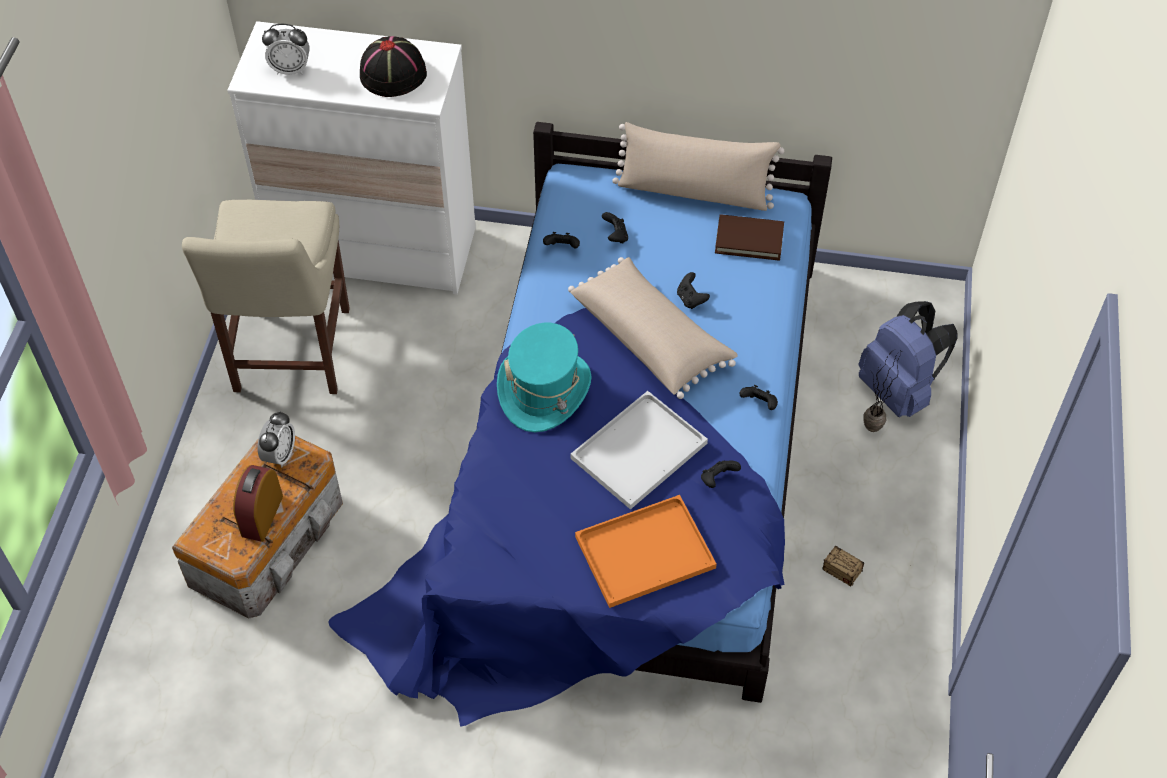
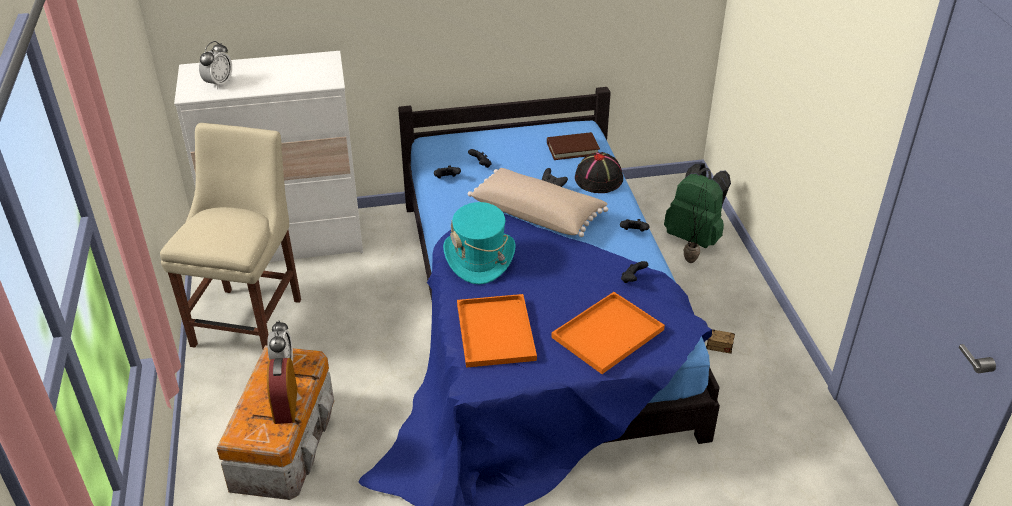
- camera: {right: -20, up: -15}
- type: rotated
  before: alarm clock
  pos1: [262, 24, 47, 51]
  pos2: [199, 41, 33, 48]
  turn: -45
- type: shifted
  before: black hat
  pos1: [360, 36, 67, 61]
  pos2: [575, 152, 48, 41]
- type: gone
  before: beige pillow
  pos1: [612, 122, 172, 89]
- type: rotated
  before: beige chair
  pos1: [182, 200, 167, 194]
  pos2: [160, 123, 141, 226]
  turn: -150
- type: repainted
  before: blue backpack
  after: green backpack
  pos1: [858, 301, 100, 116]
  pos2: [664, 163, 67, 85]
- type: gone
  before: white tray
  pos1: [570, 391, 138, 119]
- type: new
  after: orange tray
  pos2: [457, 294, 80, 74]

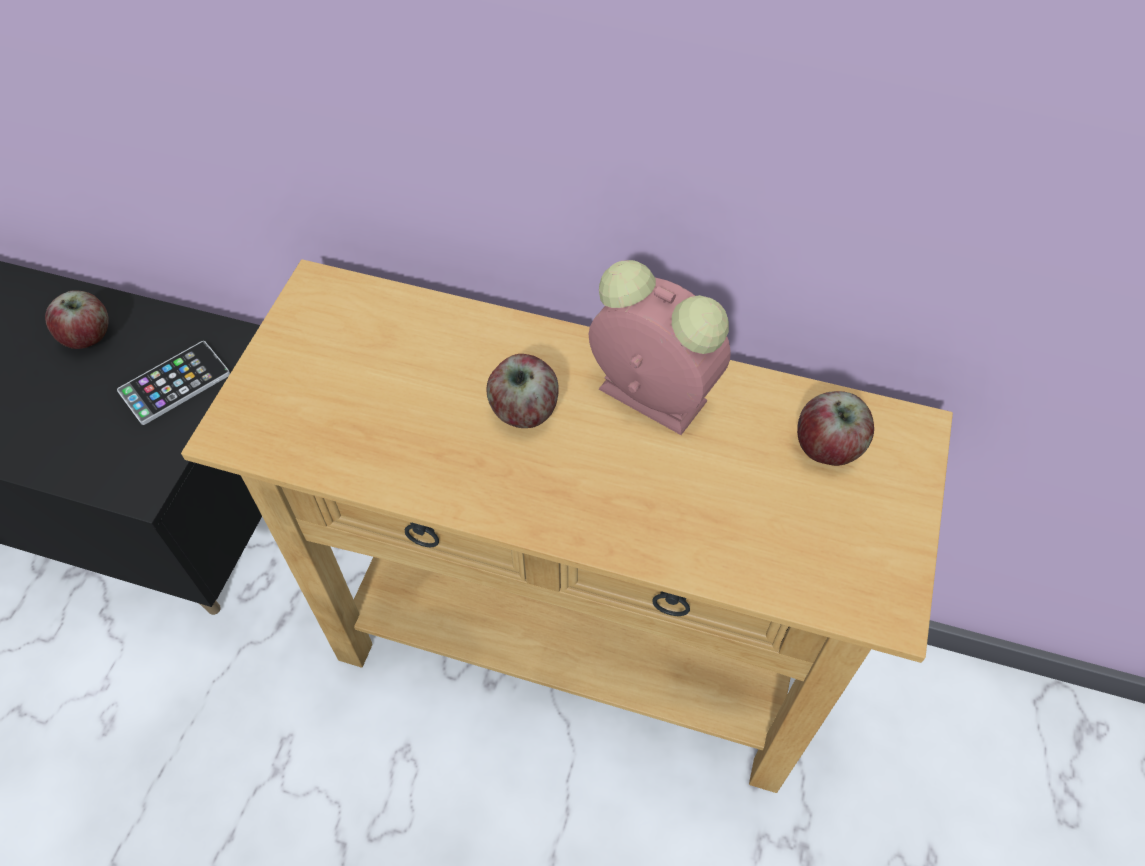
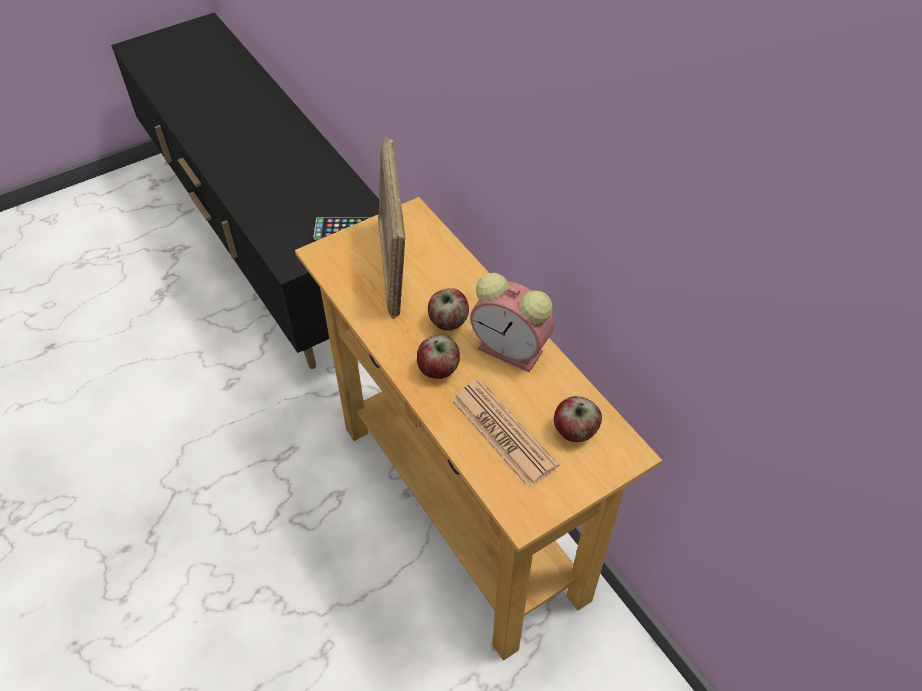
- camera: {right: 40, up: -5}
- type: rotated
  before: alarm clock
  pos1: [589, 260, 142, 175]
  pos2: [470, 273, 84, 99]
  turn: 135
- type: shifted
  before: apple
  pos1: [45, 291, 64, 58]
  pos2: [417, 335, 43, 44]
- type: new
  after: picture frame
  pos2: [378, 137, 27, 182]
- type: new
  after: newspaper
  pos2: [451, 379, 108, 109]

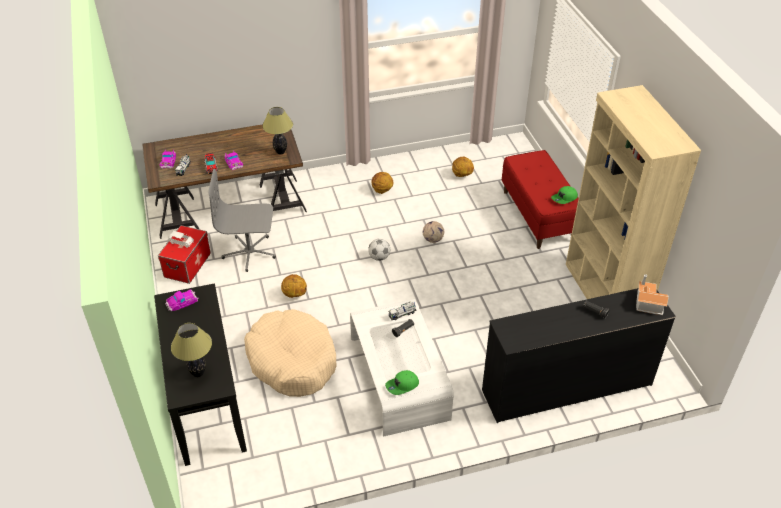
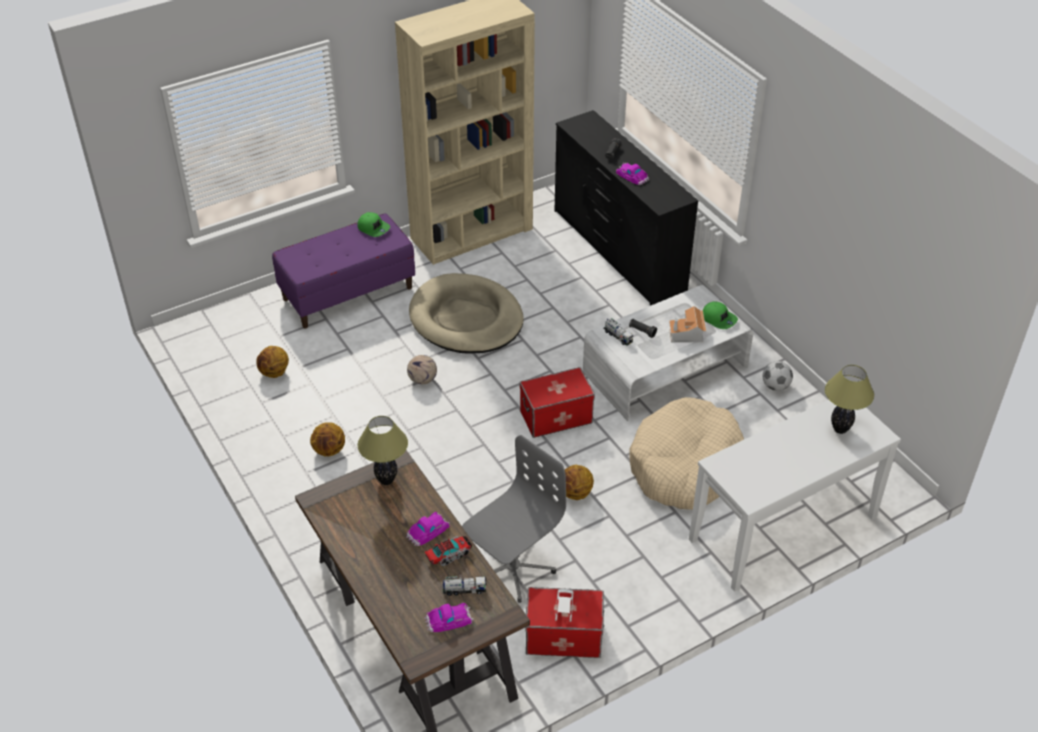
- camera: {right: -105, up: 0}
- type: repainted
  before: red bench
  after: purple bench
  pos1: [502, 150, 77, 99]
  pos2: [272, 213, 143, 115]
- type: rotated
  before: grey office chair
  pos1: [208, 169, 68, 103]
  pos2: [462, 435, 104, 168]
  turn: -120
- type: shifted
  before: football
  pos1: [368, 239, 22, 22]
  pos2: [763, 361, 30, 30]
- type: shifted
  before: toy house
  pos1: [636, 274, 33, 41]
  pos2: [669, 306, 37, 37]
- type: repainted
  before: black console table
  after: white console table
  pos1: [154, 283, 93, 183]
  pos2: [689, 400, 212, 192]
- type: shifted
  before: toy car
  pos1: [165, 290, 34, 21]
  pos2: [616, 163, 33, 22]
- type: new
  after: beige dog bed
  pos2: [409, 273, 115, 81]
- type: new
  after: storage box
  pos2: [520, 367, 75, 71]

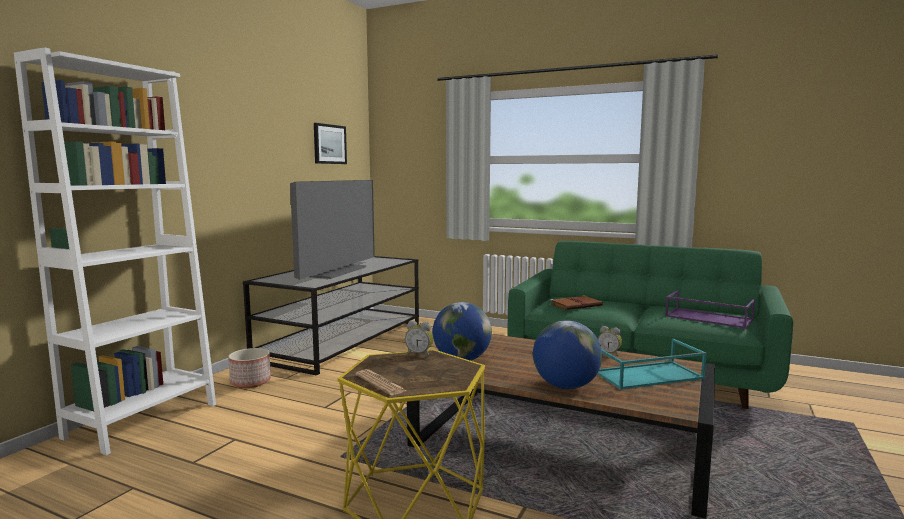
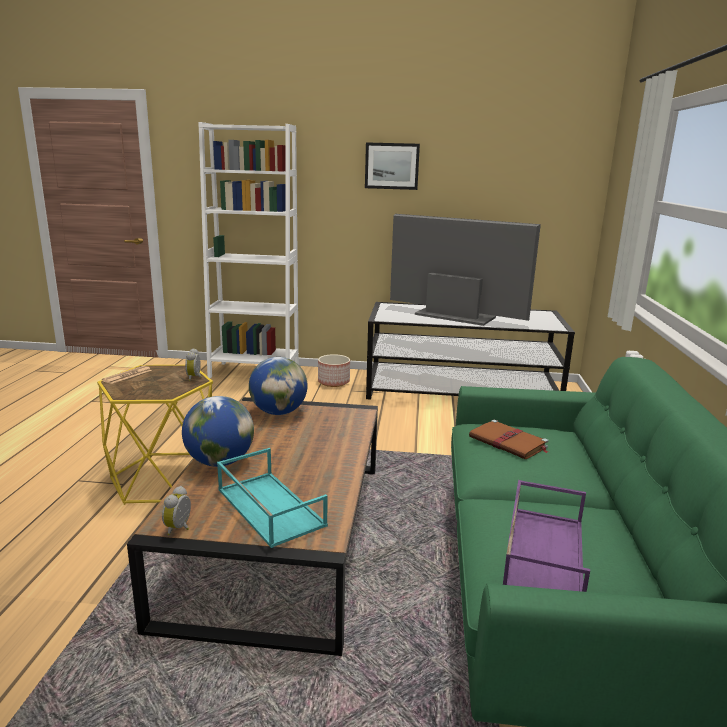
- camera: {right: 70, up: 10}
- type: shifted
  before: picture
  pos1: [314, 123, 33, 41]
  pos2: [365, 142, 55, 48]
- type: rotated
  before: television
  pos1: [290, 180, 85, 100]
  pos2: [390, 214, 151, 112]
  turn: -150
- type: shifted
  before: alarm clock
  pos1: [598, 326, 24, 31]
  pos2: [162, 486, 29, 50]

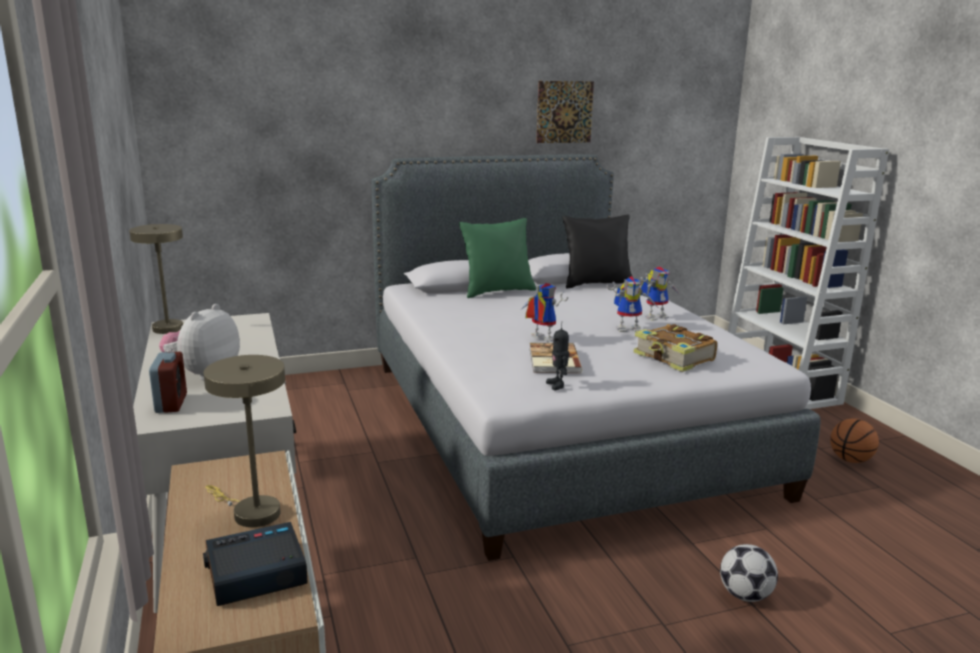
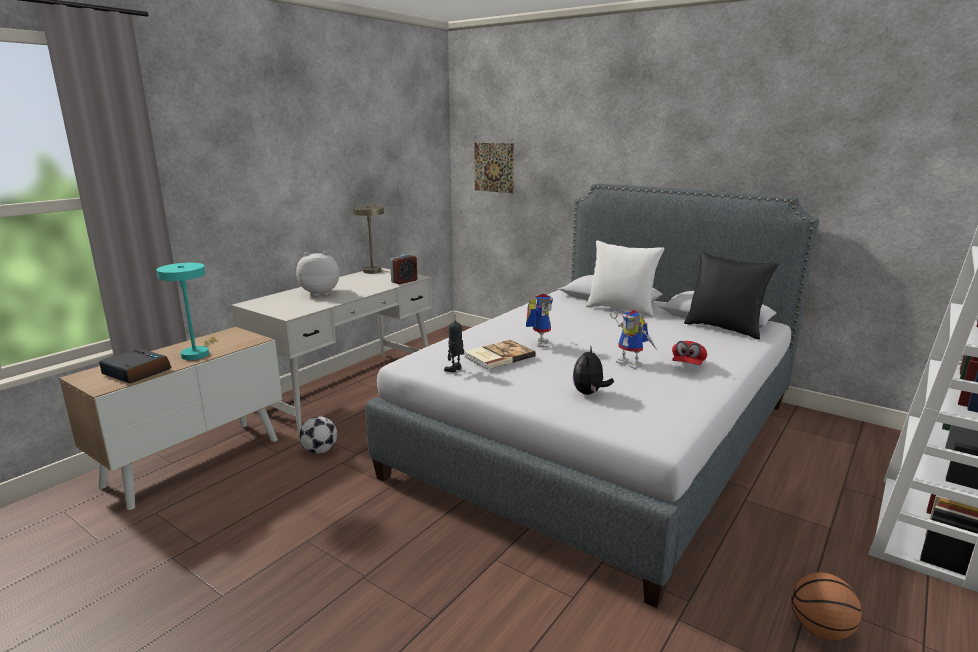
- camera: {right: 55, up: 0}
- type: shifted
  before: picture
  pos1: [536, 81, 58, 62]
  pos2: [474, 143, 40, 50]
- type: repainted
  before: green pillow
  after: white pillow
  pos1: [459, 218, 77, 80]
  pos2: [586, 240, 79, 77]
- type: swapped
  before: toy robot
  after: red cap
  pos1: [640, 267, 38, 54]
  pos2: [672, 341, 35, 24]
- type: swapped
  before: book
  after: plush toy
  pos1: [633, 324, 84, 48]
  pos2: [573, 345, 41, 50]
- type: shifted
  before: alarm clock
  pos1: [149, 352, 38, 61]
  pos2: [390, 254, 27, 30]
- type: repainted
  before: beige table lamp
  after: turquoise table lamp
  pos1: [203, 355, 82, 172]
  pos2: [156, 263, 61, 97]
- type: shifted
  before: football
  pos1: [720, 544, 58, 58]
  pos2: [299, 416, 38, 38]

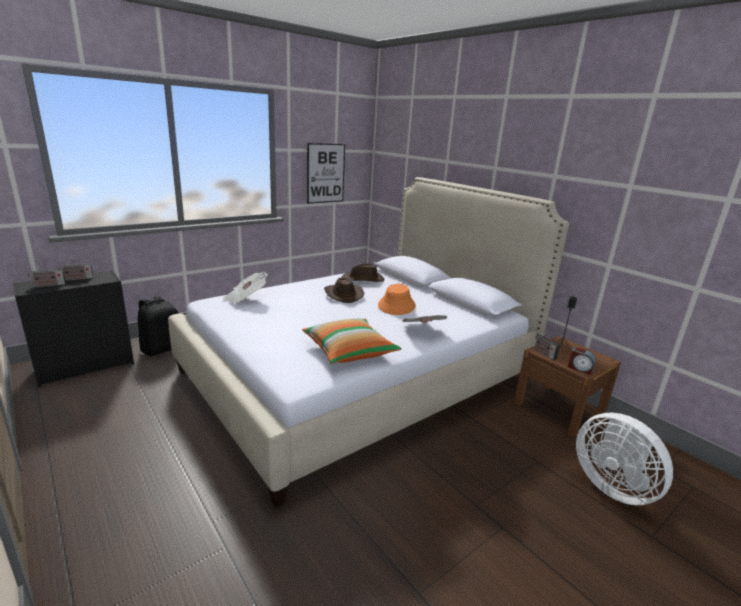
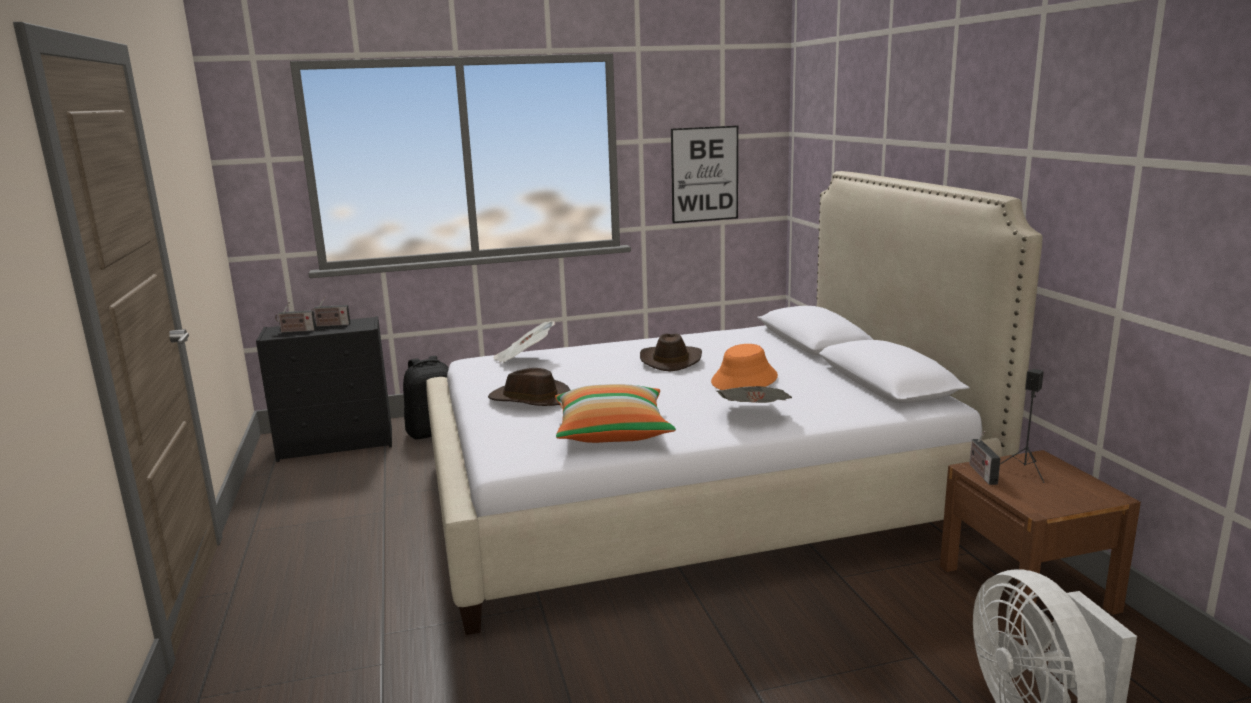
- camera: {right: 25, up: -5}
- type: shifted
  before: brown hat
  pos1: [342, 263, 42, 19]
  pos2: [488, 368, 82, 38]
- type: gone
  before: alarm clock
  pos1: [568, 347, 28, 28]

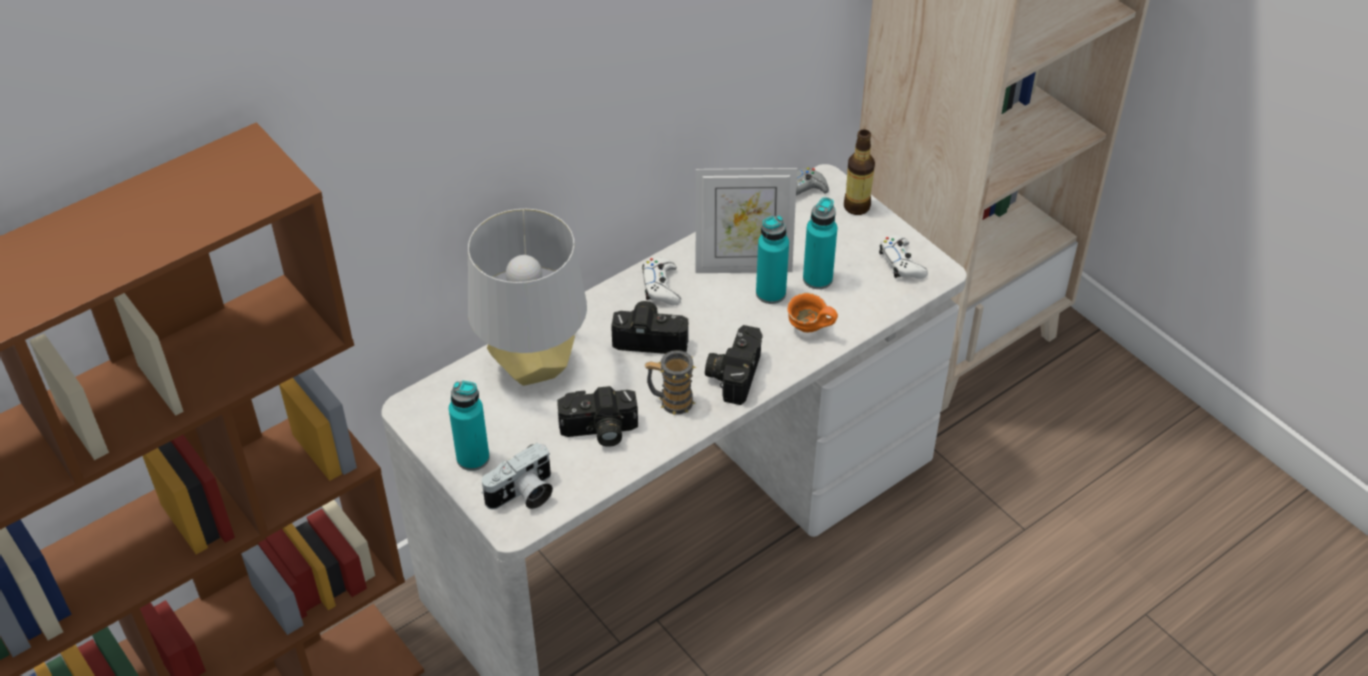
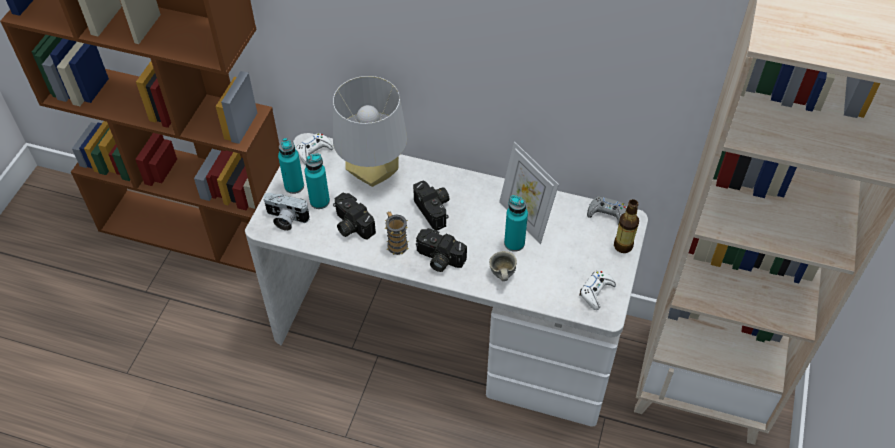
- camera: {right: 55, up: 5}
- type: shifted
  before: turquoise bottle
  pos1: [803, 197, 34, 92]
  pos2: [304, 154, 26, 55]
- type: shifted
  before: white game controller
  pos1: [642, 257, 39, 48]
  pos2: [297, 133, 37, 32]
- type: repainted
  before: orange mug
  after: grey mug
  pos1: [787, 292, 51, 40]
  pos2: [489, 251, 28, 30]
- type: rotated
  before: photo camera
  pos1: [705, 325, 58, 80]
  pos2: [416, 228, 51, 44]
  turn: -135

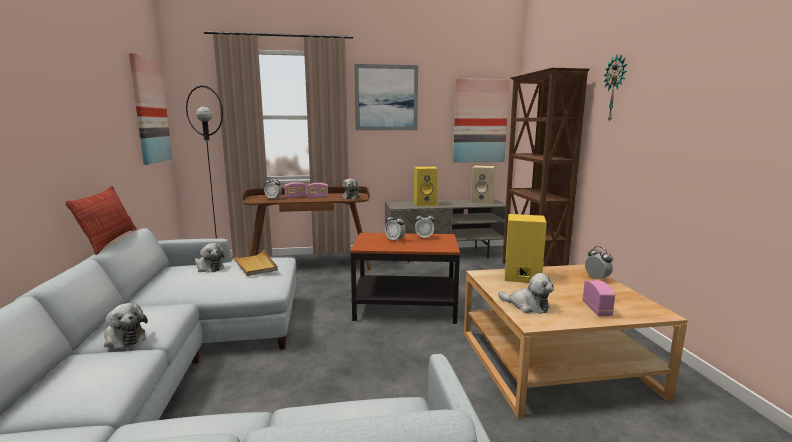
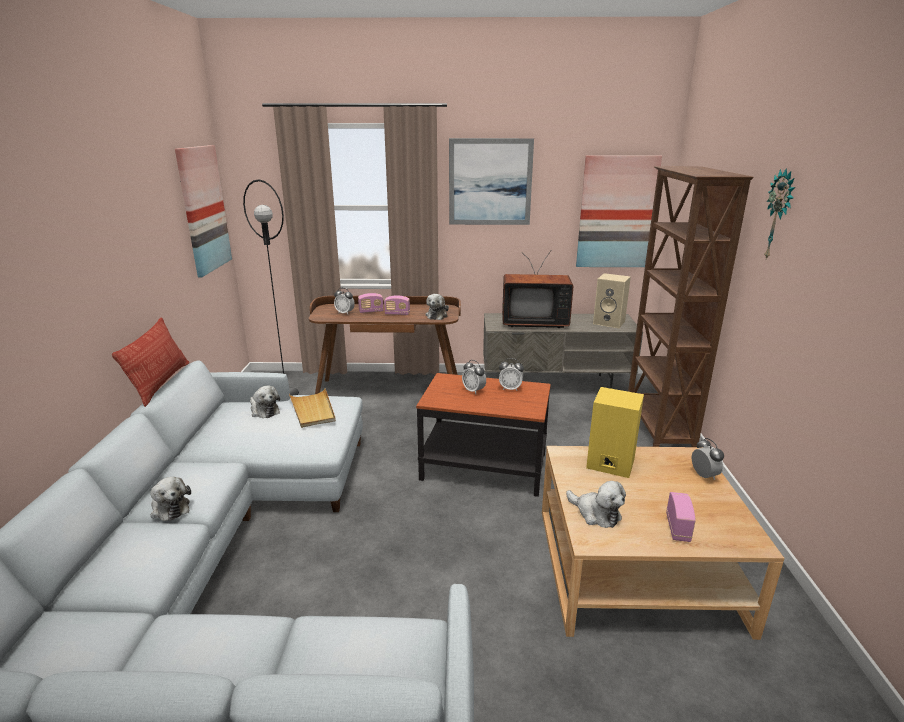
- camera: {right: 10, up: 10}
- type: swapped
  before: yellow speaker
  after: television
  pos1: [414, 167, 24, 39]
  pos2: [502, 251, 71, 77]

